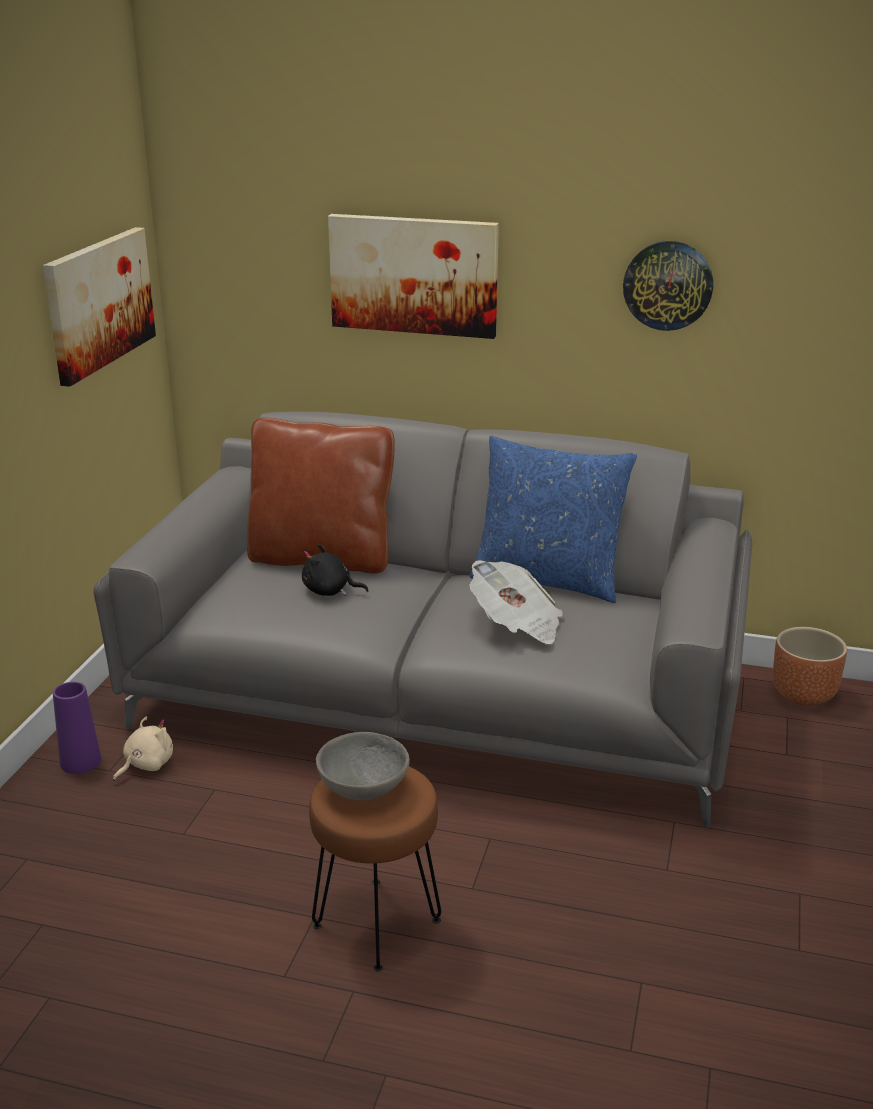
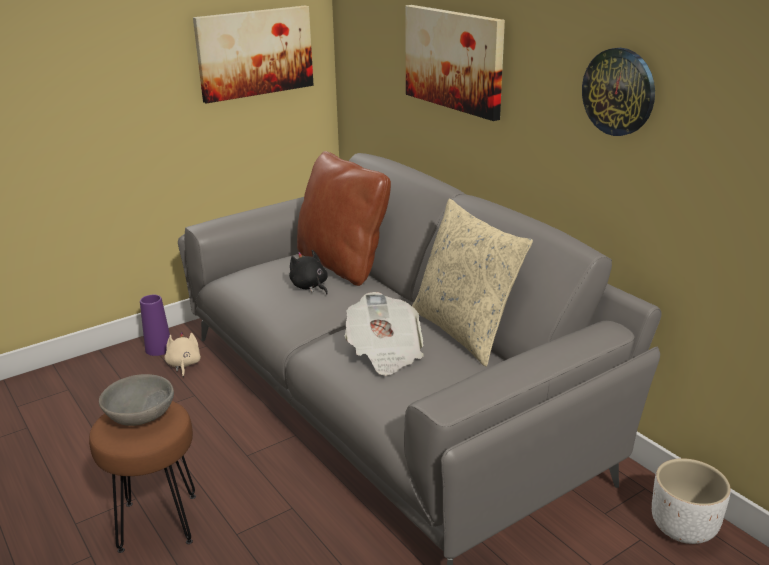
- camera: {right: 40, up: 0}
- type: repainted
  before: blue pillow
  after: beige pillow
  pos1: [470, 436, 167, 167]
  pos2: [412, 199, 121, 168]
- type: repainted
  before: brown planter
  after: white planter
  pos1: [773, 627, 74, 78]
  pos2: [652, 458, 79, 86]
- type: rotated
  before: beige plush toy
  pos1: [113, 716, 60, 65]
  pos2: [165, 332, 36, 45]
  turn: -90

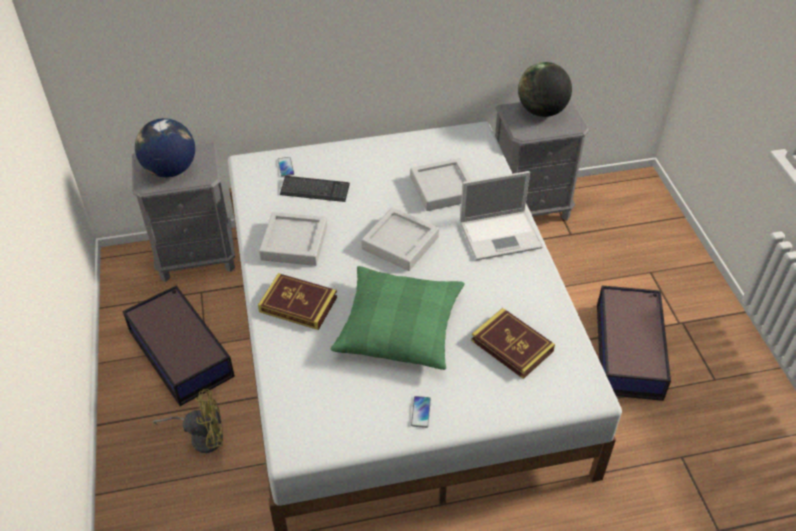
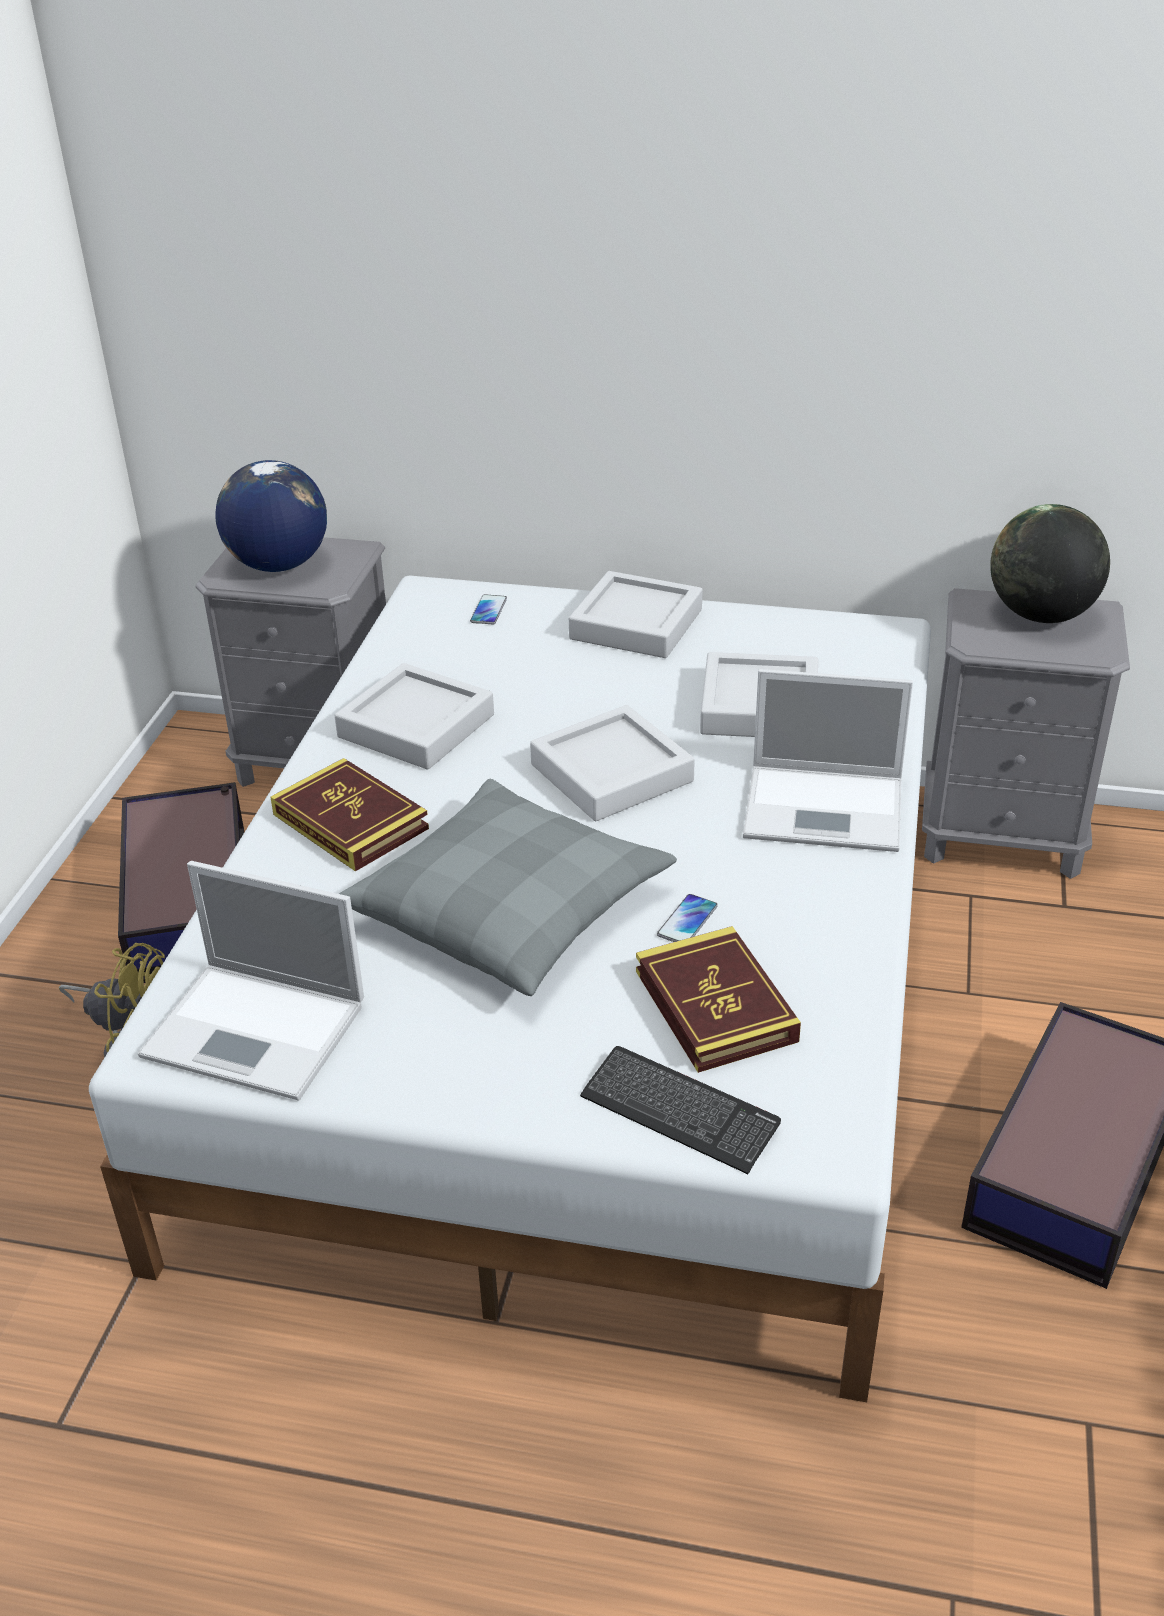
- camera: {right: 25, up: -10}
- type: shifted
  before: keyboard
  pos1: [280, 176, 70, 26]
  pos2: [580, 1046, 201, 128]
- type: repainted
  before: green pillow
  after: grey pillow
  pos1: [331, 266, 133, 104]
  pos2: [339, 779, 338, 217]
- type: shifted
  before: phone
  pos1: [411, 396, 20, 32]
  pos2: [657, 894, 61, 48]
- type: new
  after: grey tray
  pos2: [569, 571, 134, 87]
- type: new
  after: laptop
  pos2: [138, 861, 226, 239]

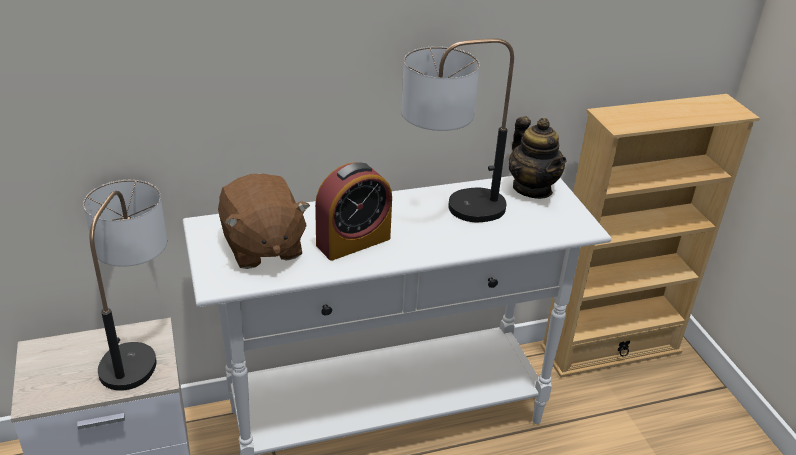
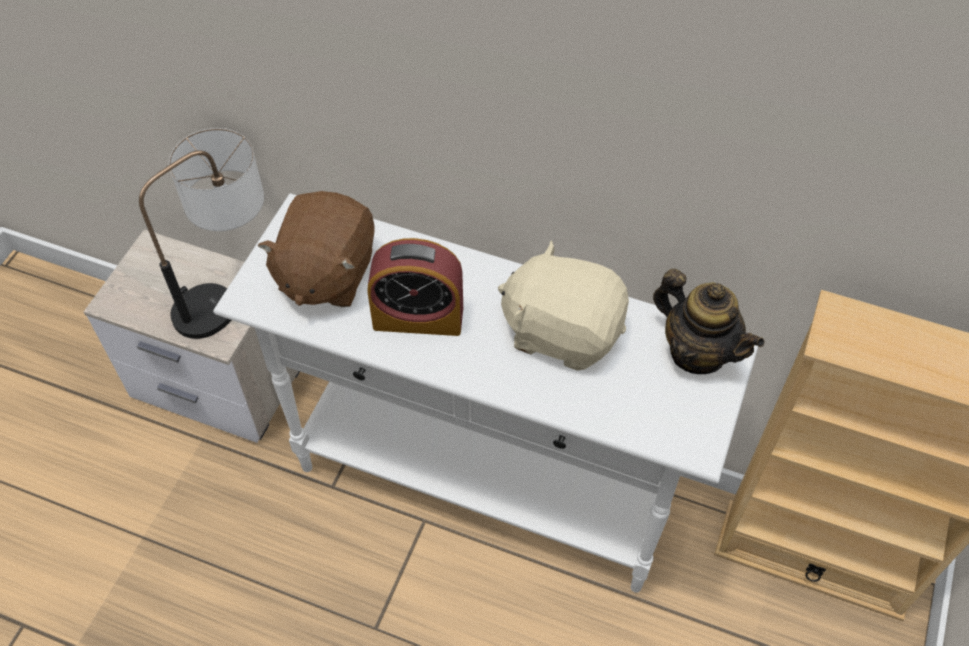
- camera: {right: 40, up: 20}
- type: swapped
  before: table lamp
  after: beige plush toy
  pos1: [401, 39, 113, 183]
  pos2: [498, 240, 131, 131]
- type: rotated
  before: teapot
  pos1: [509, 117, 57, 82]
  pos2: [653, 269, 111, 105]
  turn: -60

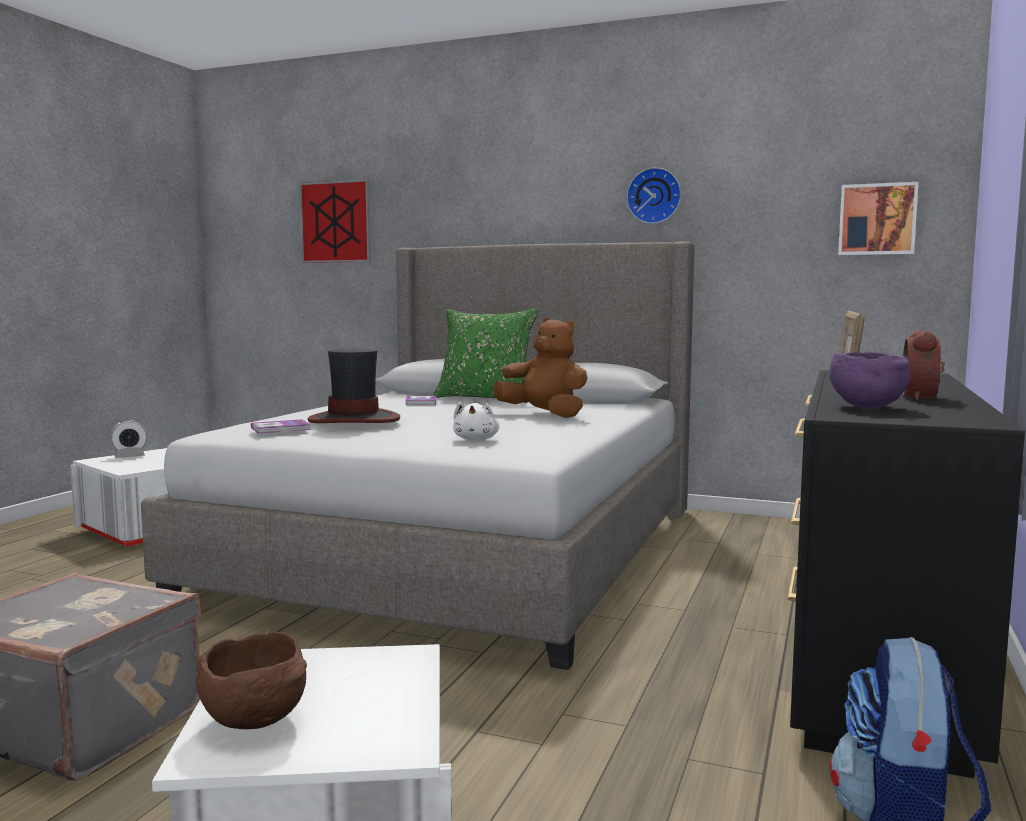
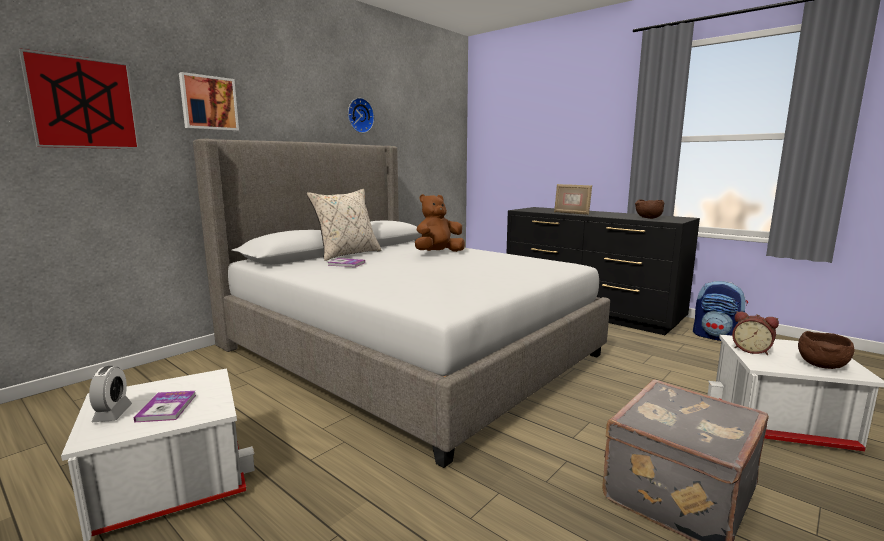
- camera: {right: -70, up: 5}
- type: shifted
  before: picture
  pos1: [838, 182, 81, 73]
  pos2: [179, 72, 60, 59]
- type: repainted
  before: green pillow
  after: beige pillow
  pos1: [433, 308, 106, 95]
  pos2: [306, 189, 76, 72]
- type: shifted
  before: alarm clock
  pos1: [902, 330, 43, 70]
  pos2: [732, 311, 47, 44]
- type: gone
  before: hat
  pos1: [308, 349, 92, 74]
- type: repainted
  before: purple bowl
  after: brown bowl
  pos1: [829, 352, 81, 56]
  pos2: [635, 199, 29, 20]
- type: gone
  before: white plush toy
  pos1: [453, 402, 46, 39]
- type: shifted
  before: book
  pos1: [251, 419, 60, 14]
  pos2: [134, 391, 62, 32]

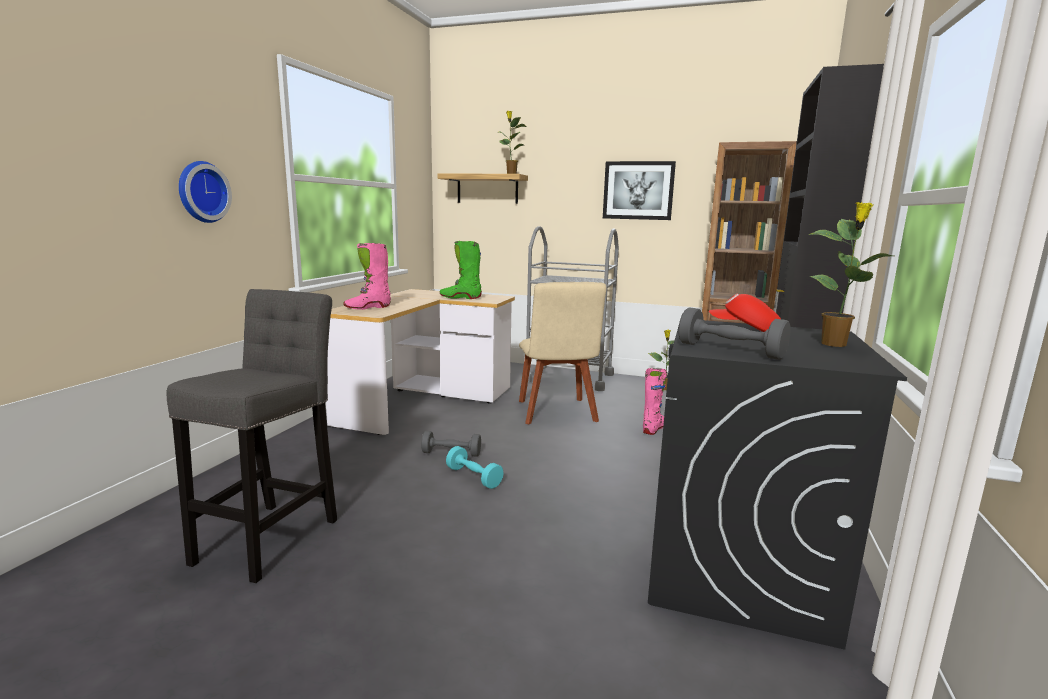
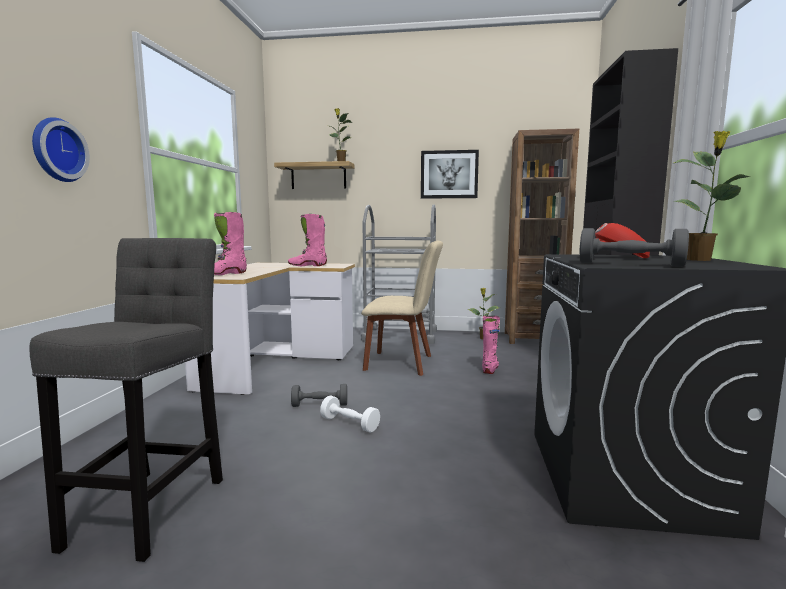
- camera: {right: -10, up: -5}
- type: repainted
  before: green boot
  after: pink boot
  pos1: [440, 241, 42, 58]
  pos2: [288, 214, 39, 52]
- type: rotated
  before: beige chair
  pos1: [519, 282, 87, 142]
  pos2: [361, 241, 82, 135]
  turn: -60
- type: repainted
  before: turquoise dumbbell
  after: white dumbbell
  pos1: [446, 446, 58, 43]
  pos2: [320, 396, 60, 37]

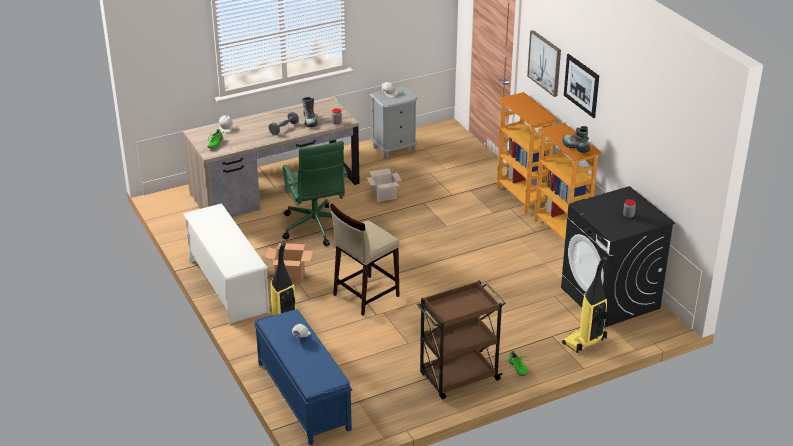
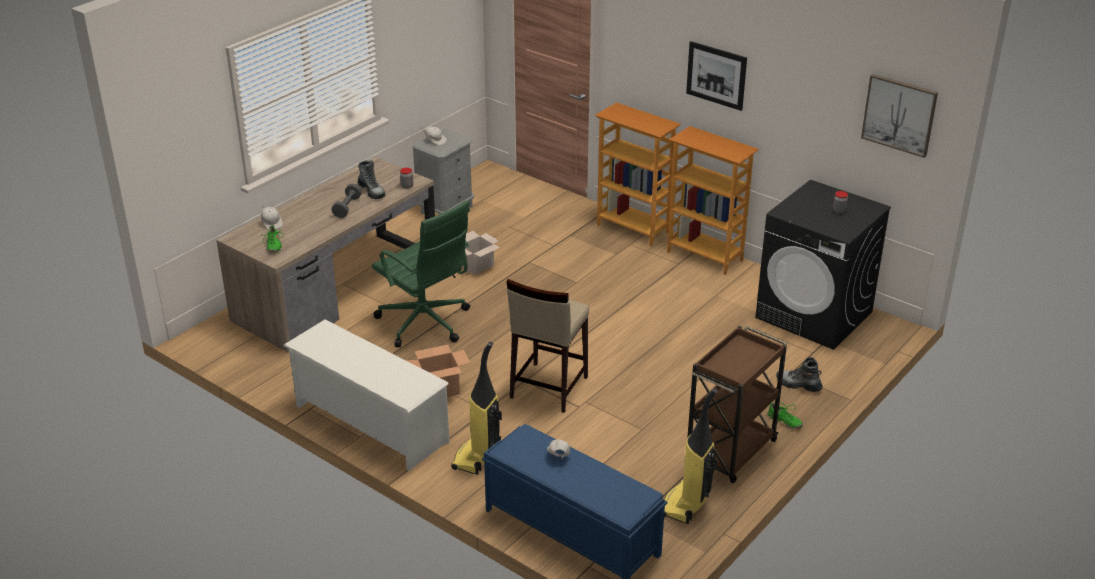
- camera: {right: -25, up: 0}
- type: shifted
  before: picture
  pos1: [527, 30, 34, 67]
  pos2: [861, 74, 77, 84]
- type: shifted
  before: boot
  pos1: [563, 126, 27, 27]
  pos2: [776, 357, 47, 35]
- type: shifted
  before: vacuum cleaner
  pos1: [562, 256, 45, 97]
  pos2: [664, 388, 54, 136]

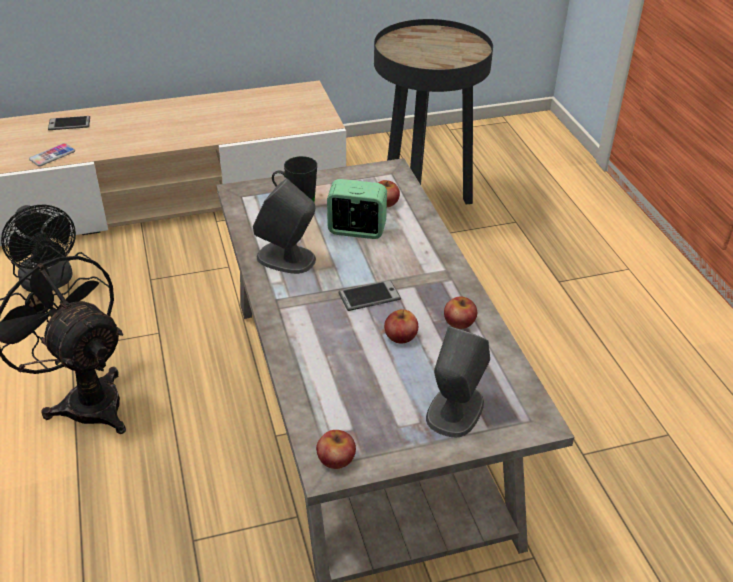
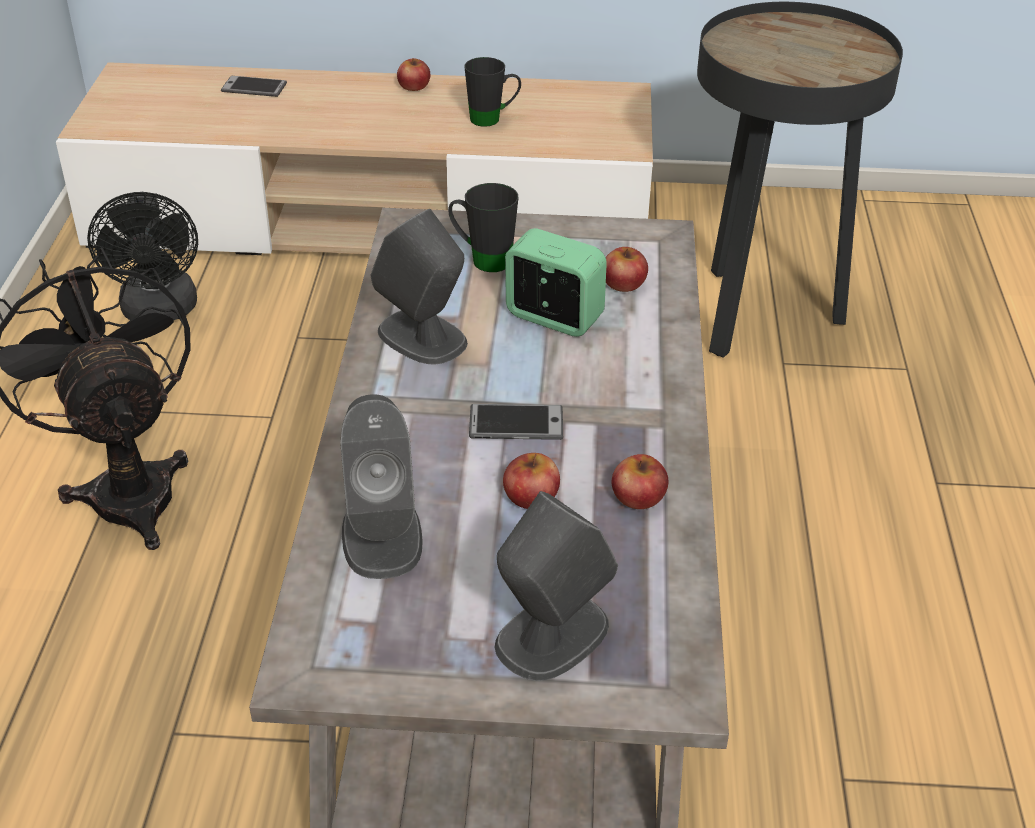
- camera: {right: 20, up: 0}
- type: gone
  before: phone
  pos1: [29, 143, 46, 23]
- type: shifted
  before: apple
  pos1: [316, 430, 40, 39]
  pos2: [397, 58, 33, 33]
- type: new
  after: black mug
  pos2: [464, 57, 57, 70]
- type: new
  after: grey speaker
  pos2: [340, 394, 83, 185]

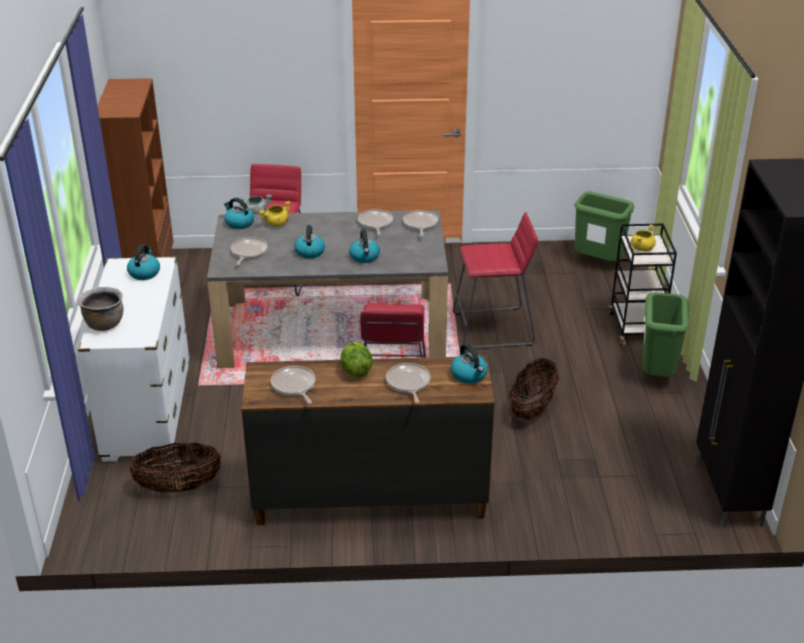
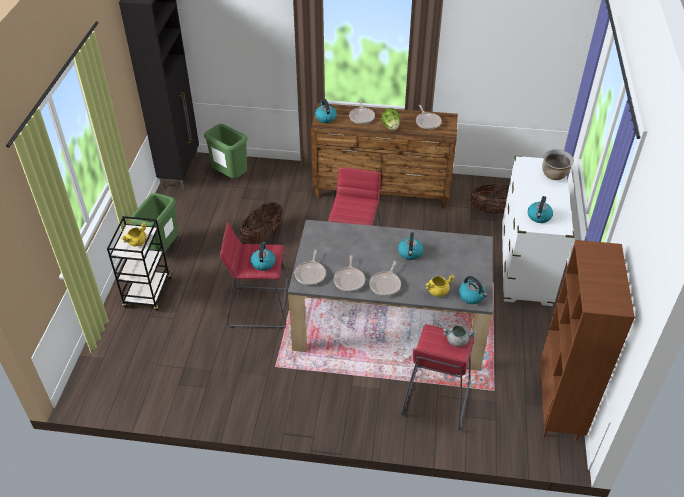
- camera: {right: -170, up: 10}
- type: shifted
  before: green trash can
  pos1: [574, 192, 60, 69]
  pos2: [204, 124, 44, 54]
- type: shifted
  before: kettle
  pos1: [349, 229, 31, 34]
  pos2: [250, 242, 26, 29]
- type: shifted
  before: frying pan
  pos1: [231, 237, 37, 28]
  pos2: [369, 261, 32, 35]

